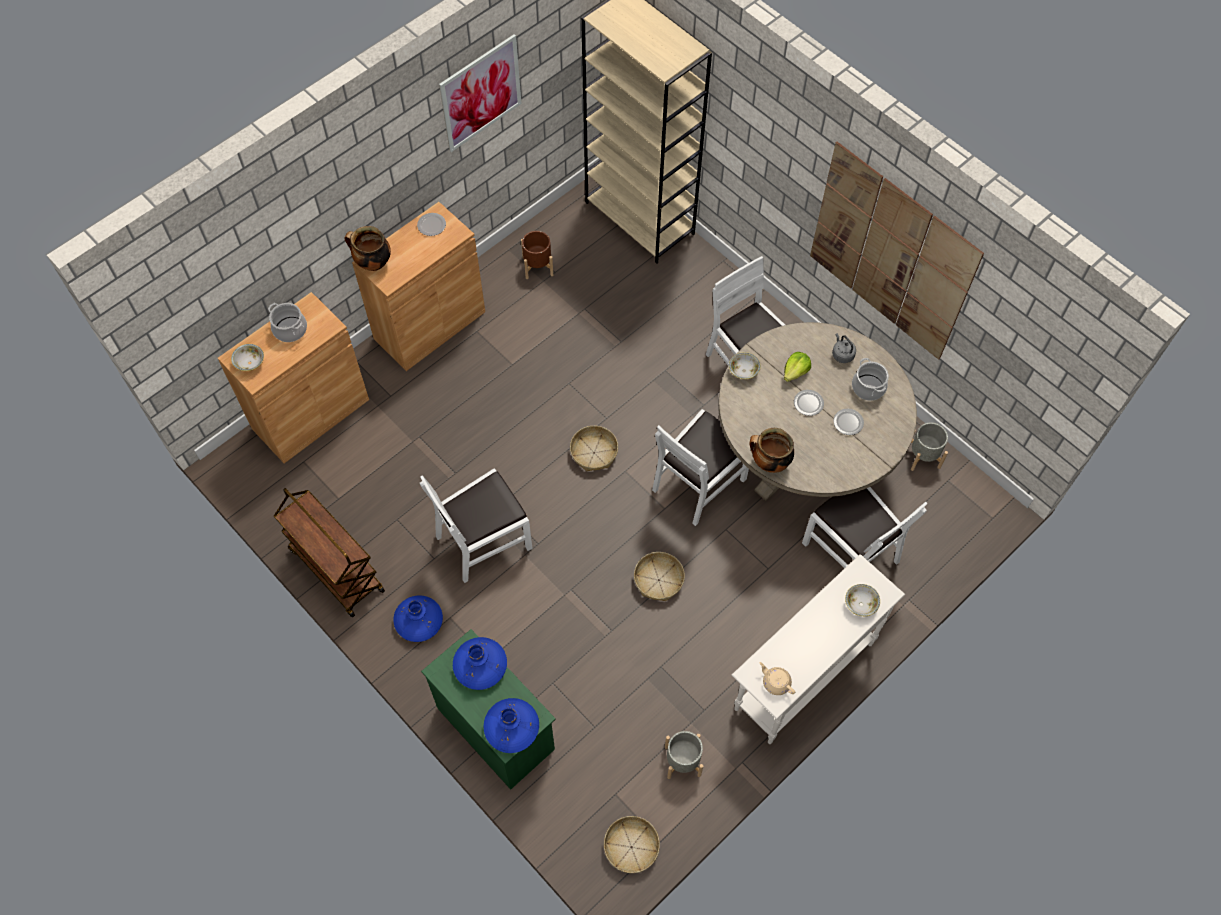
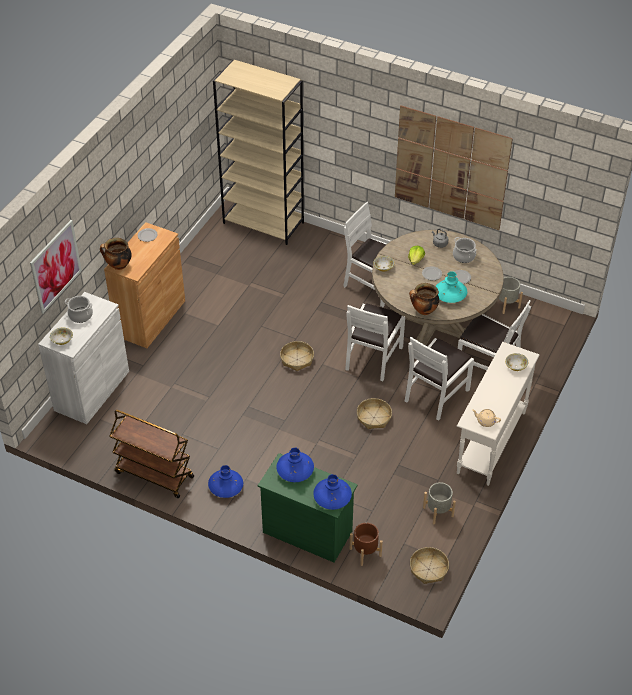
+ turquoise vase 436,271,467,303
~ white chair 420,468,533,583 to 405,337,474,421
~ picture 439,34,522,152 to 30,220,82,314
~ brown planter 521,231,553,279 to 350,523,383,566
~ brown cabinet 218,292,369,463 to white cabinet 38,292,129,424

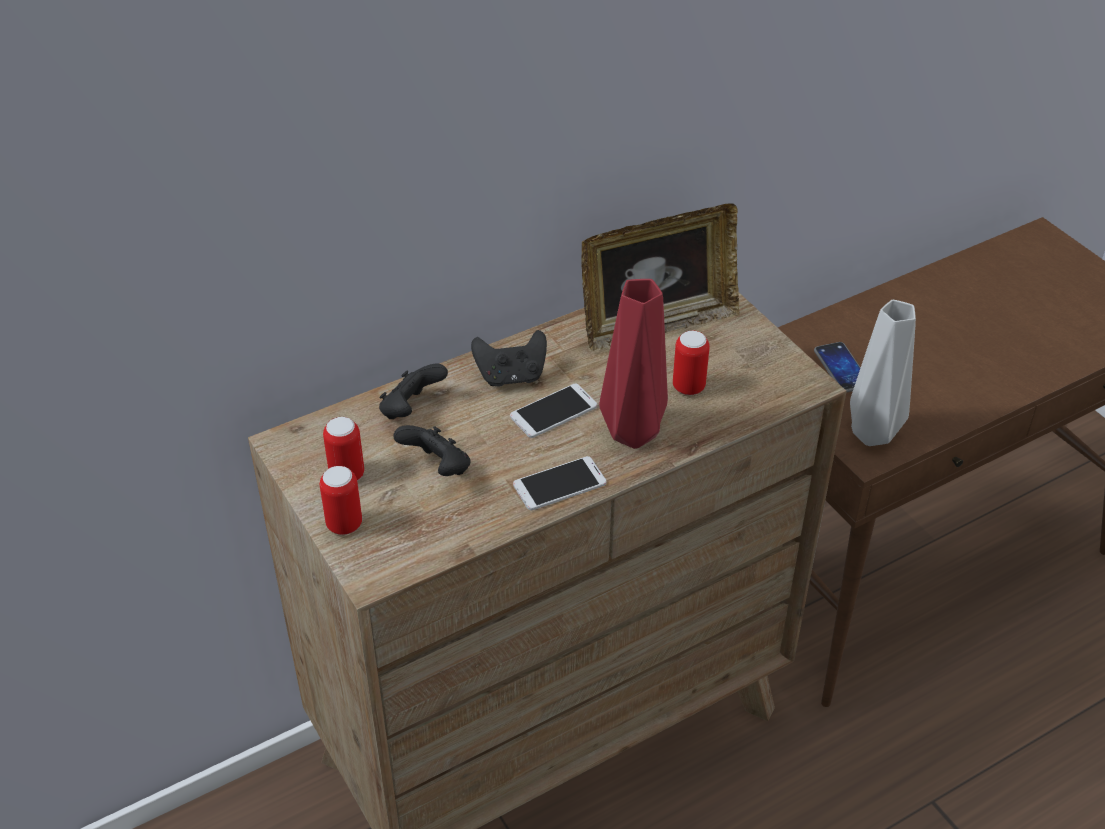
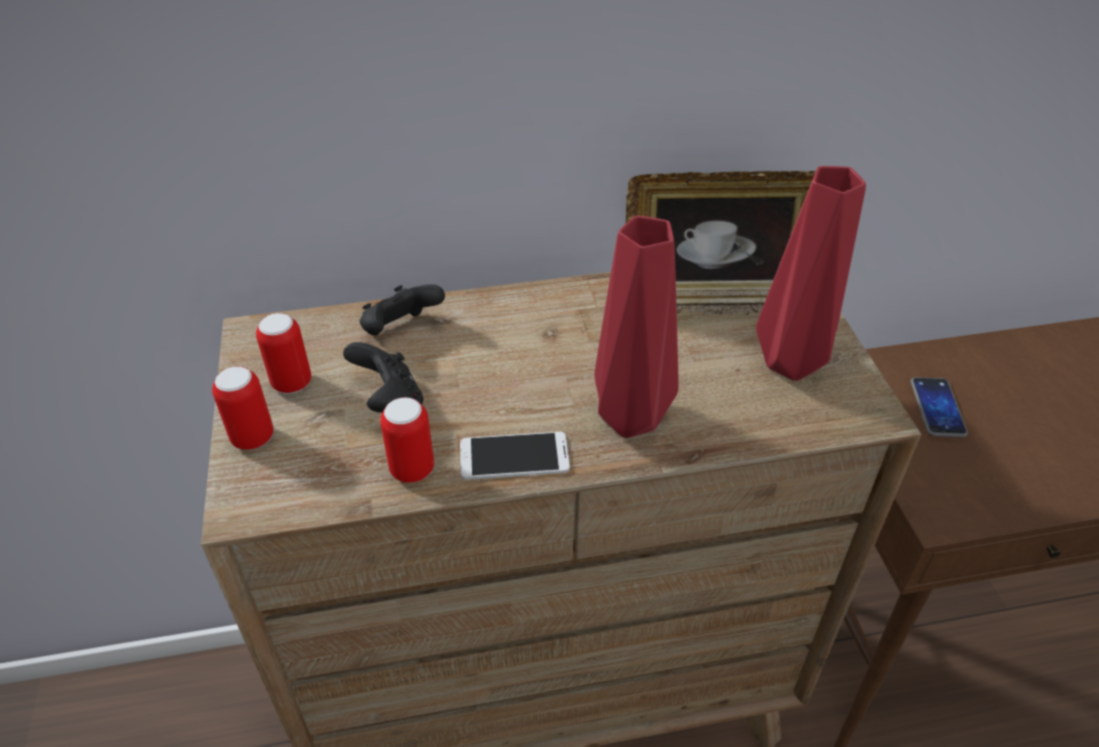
- black game controller 471,330,547,387
- phone 510,384,597,438
- grey vase 850,300,916,446
+ red vase 756,166,866,381
~ can 673,330,710,395 to 380,397,434,483

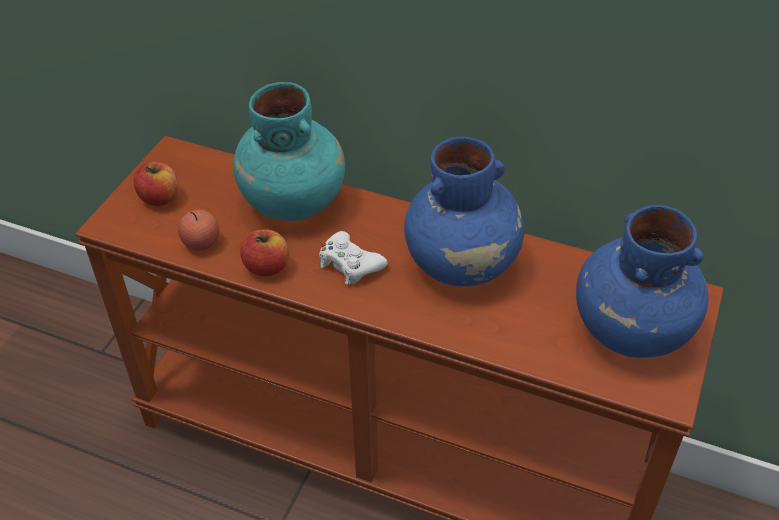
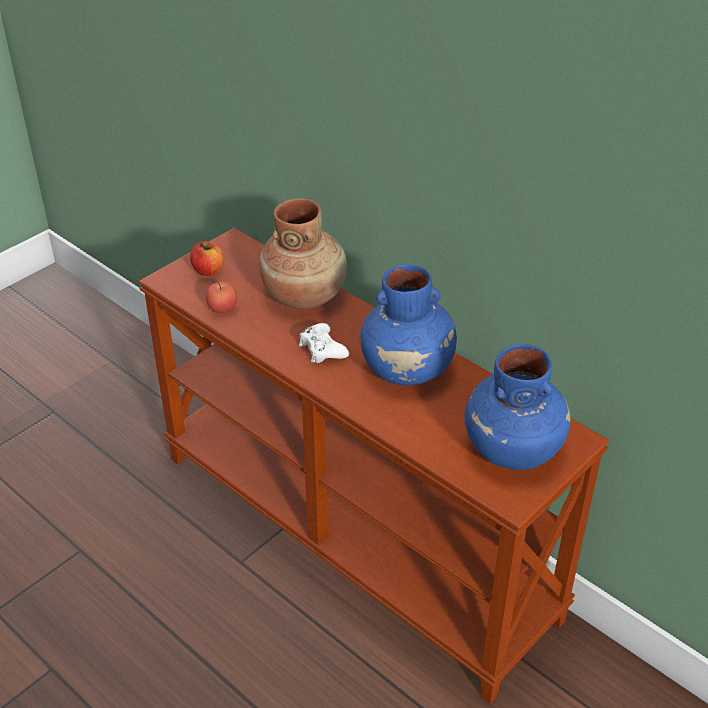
- apple 240,229,289,276
~ turquoise vase 233,82,345,221 to brown vase 259,198,347,309

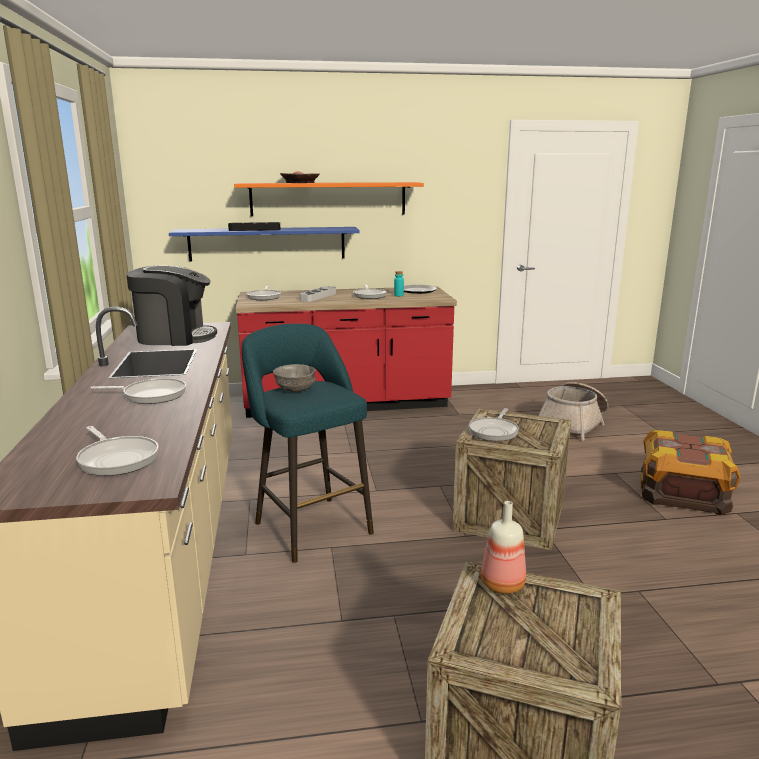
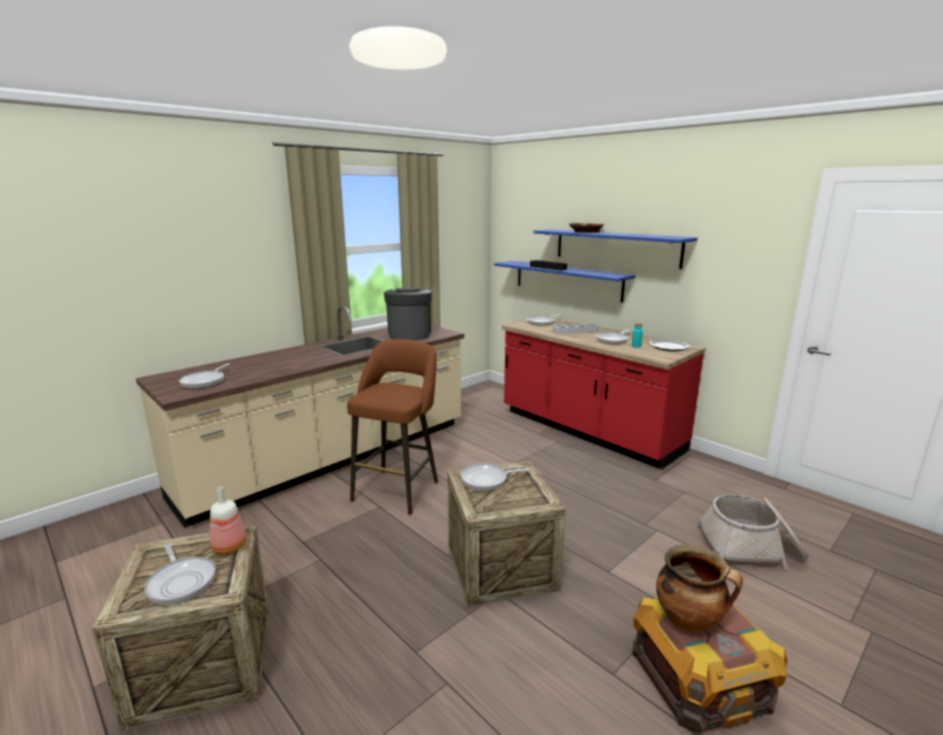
- grey bowl 273,364,316,392
+ cooking pot 656,545,743,633
~ frying pan 90,378,186,404 to 144,543,216,605
~ orange shelf 234,182,424,216 to blue shelf 533,229,698,269
~ turquoise stool 242,324,374,563 to brown stool 347,339,438,515
~ coffee machine 126,265,217,346 = 384,288,432,341 150 degrees counterclockwise

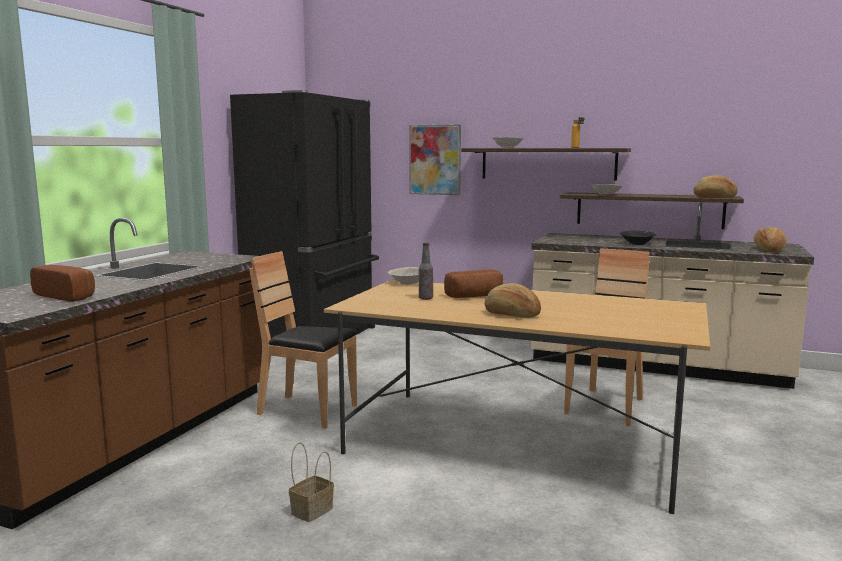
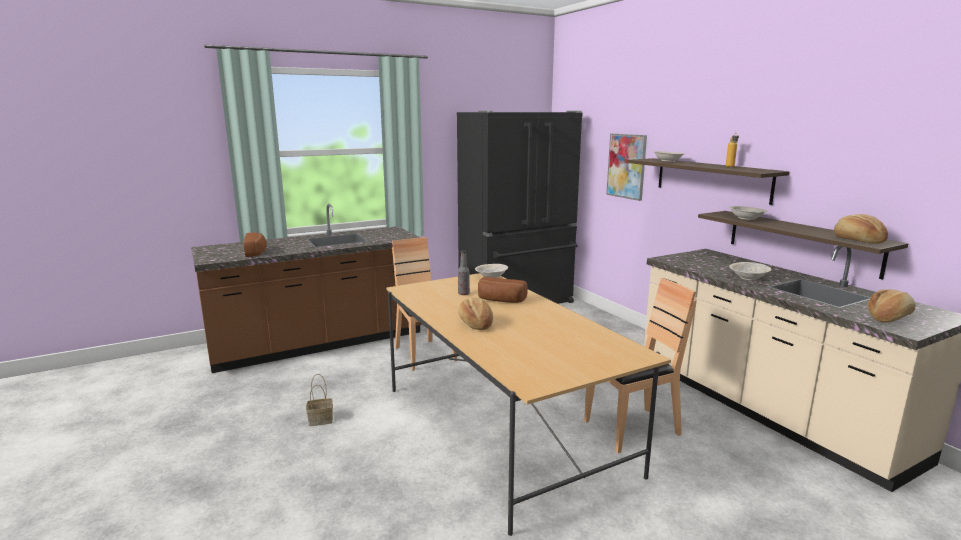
~ black bowl 619,231,657,245 to beige bowl 729,262,772,280

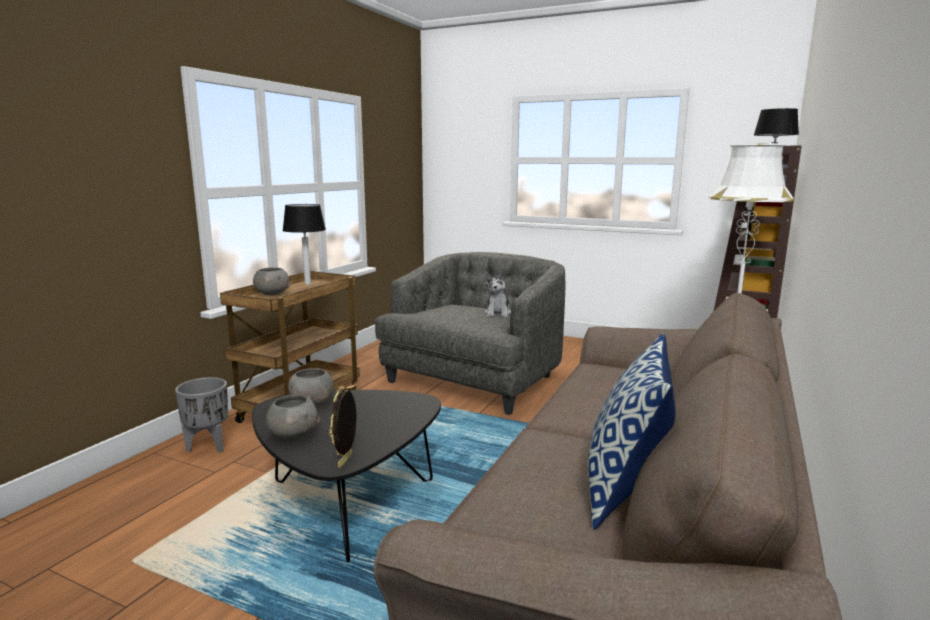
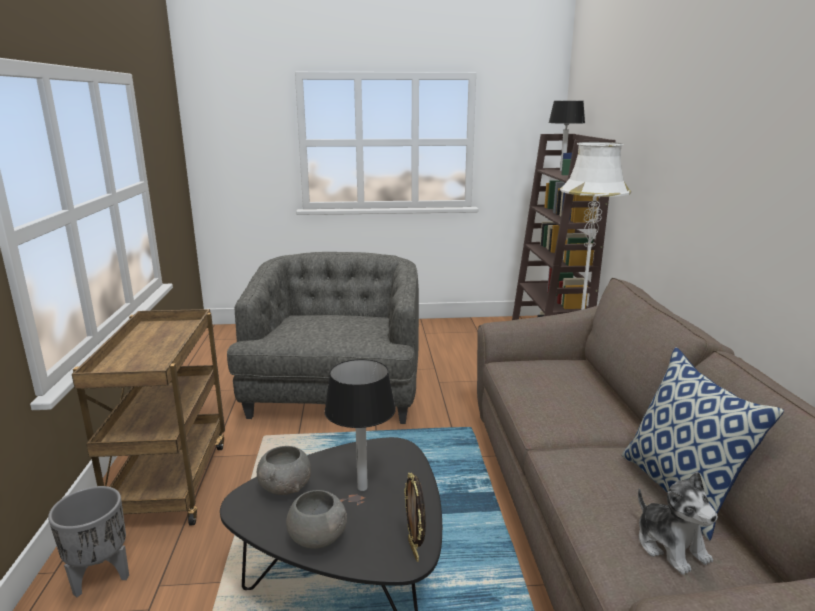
- grey bowl 253,267,291,295
~ table lamp 282,204,326,285 to 324,359,396,491
~ plush toy 484,271,511,318 to 638,471,718,575

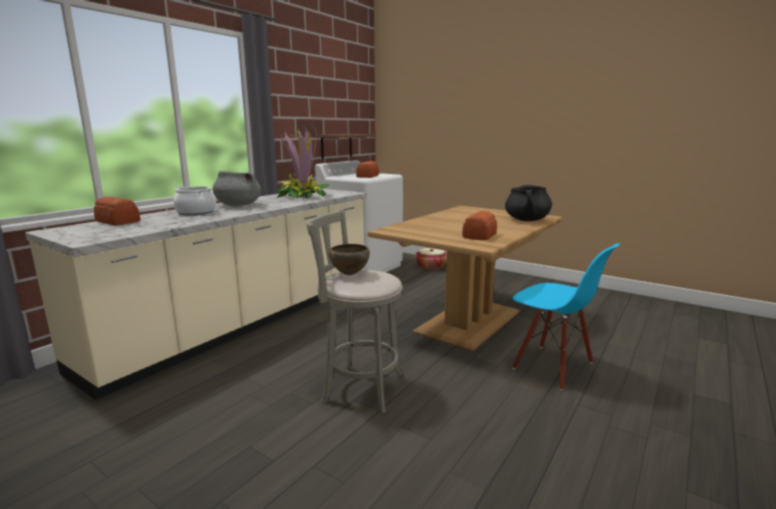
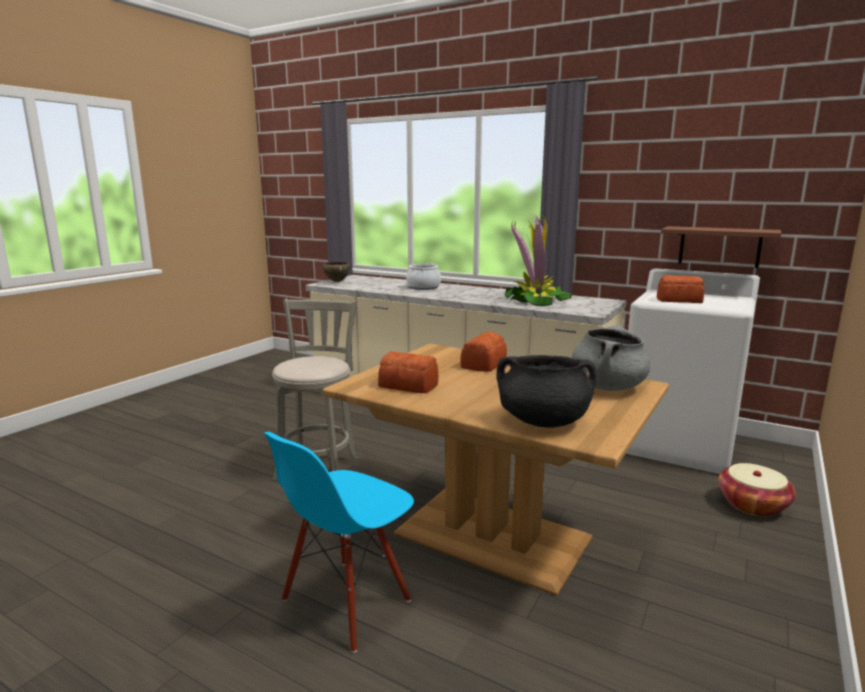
~ bread 94,197,141,225 to 460,332,507,372
~ grey cooking pot 213,171,261,206 to 572,325,650,391
~ brown bowl 329,244,370,275 to 323,262,350,282

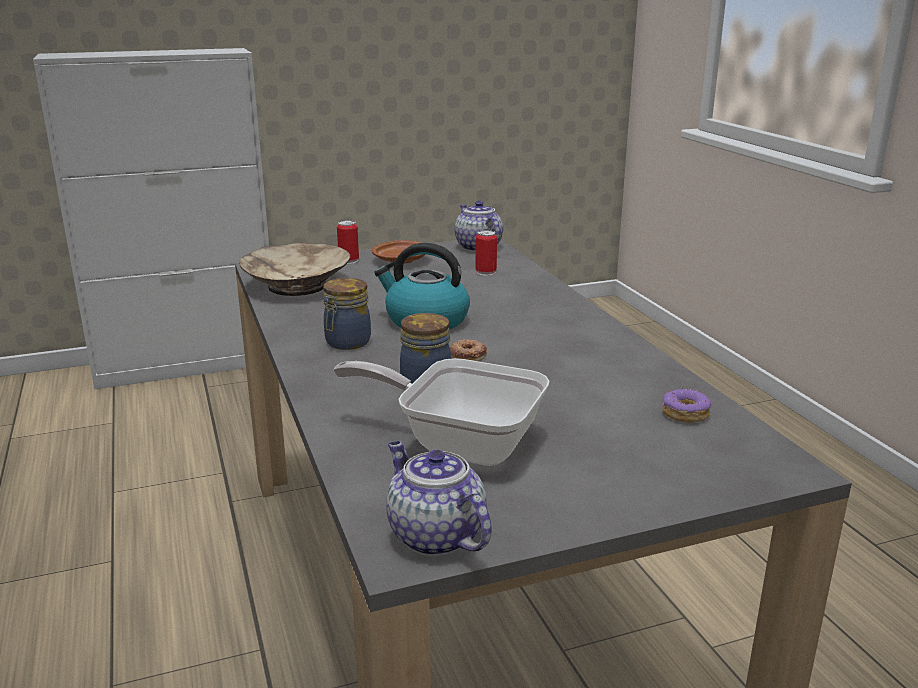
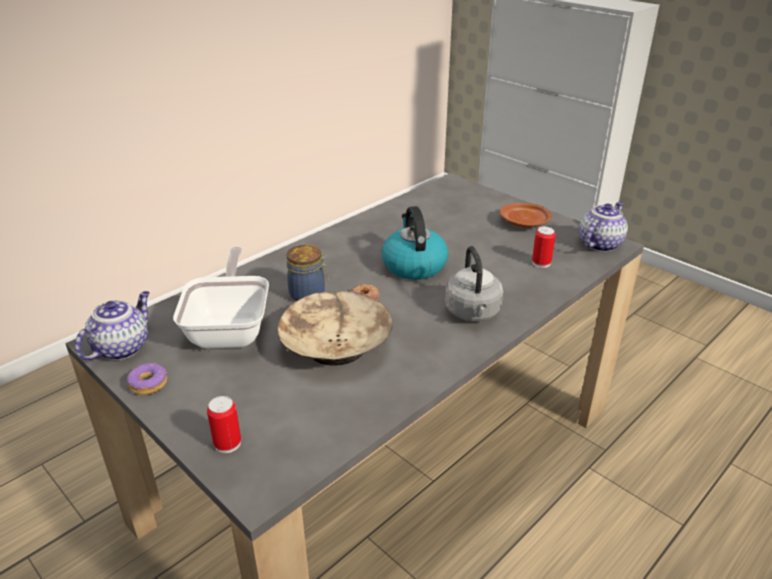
- jar 323,278,371,350
+ grey kettle 445,246,503,321
~ beige bowl 239,243,350,296 to 278,291,393,366
~ can 337,220,359,264 to 207,396,241,453
~ donut 662,387,712,423 to 127,363,167,395

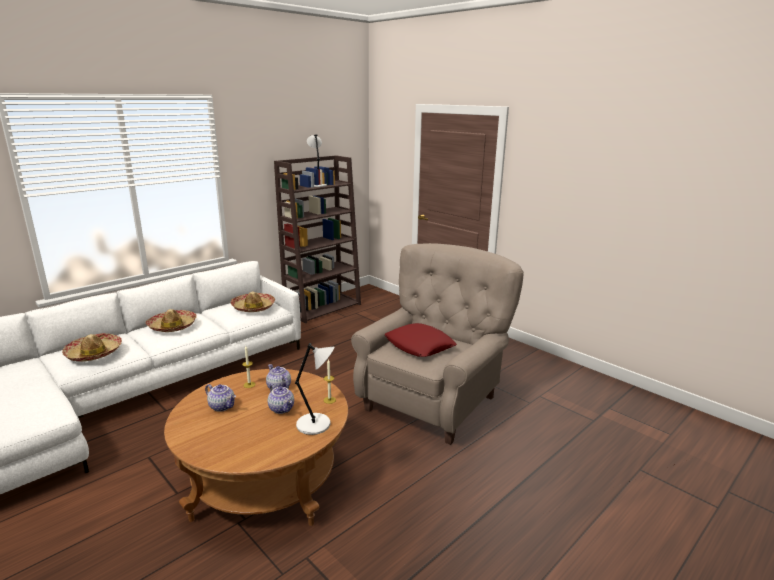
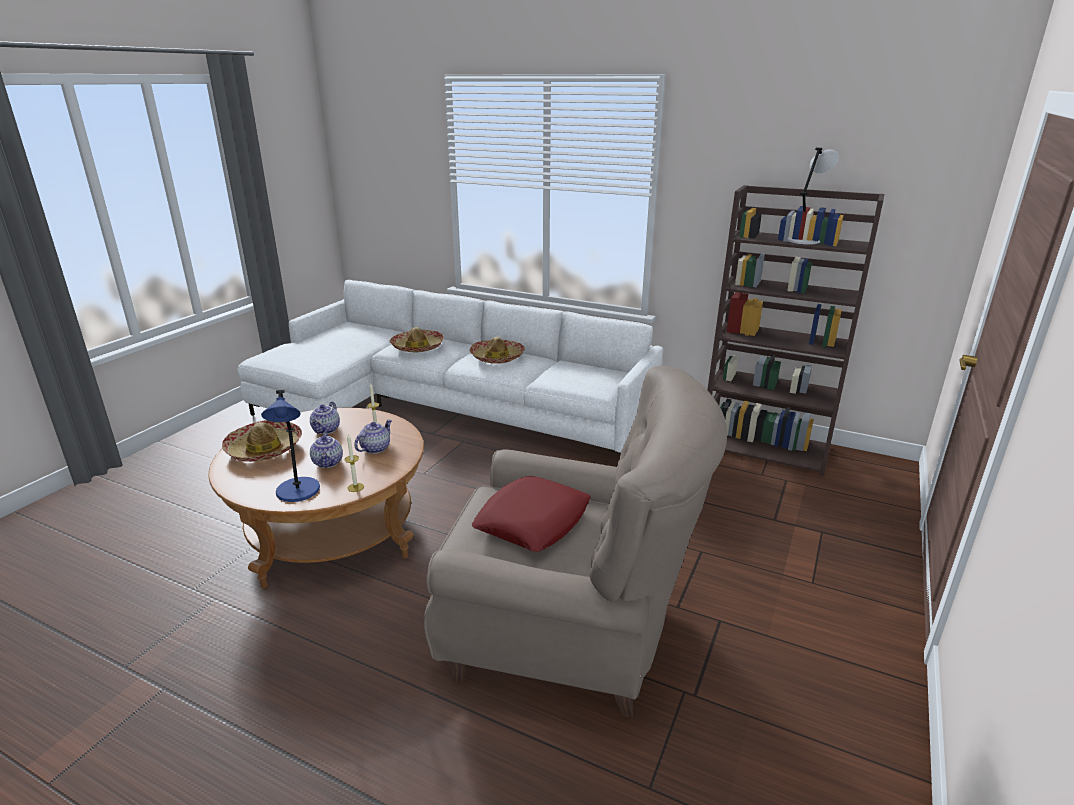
~ hat 230,292,275,312 to 222,420,302,462
~ grey table lamp 295,343,334,435 to blue table lamp 261,390,320,502
~ teapot 268,384,294,414 = 310,432,343,468 45 degrees counterclockwise

